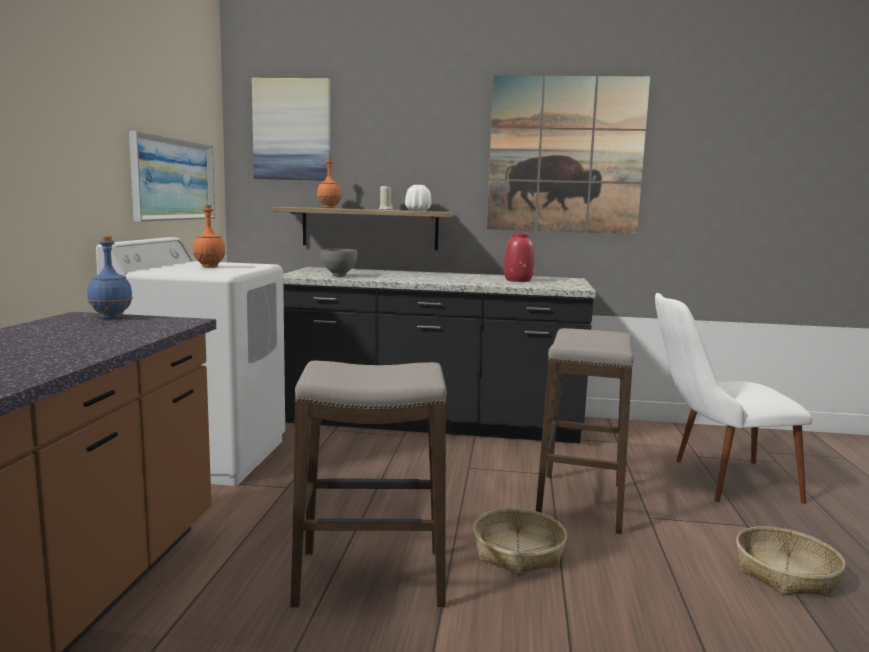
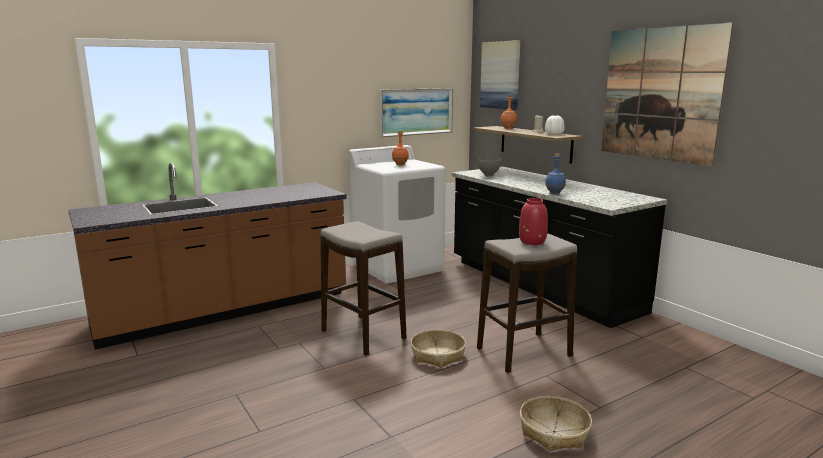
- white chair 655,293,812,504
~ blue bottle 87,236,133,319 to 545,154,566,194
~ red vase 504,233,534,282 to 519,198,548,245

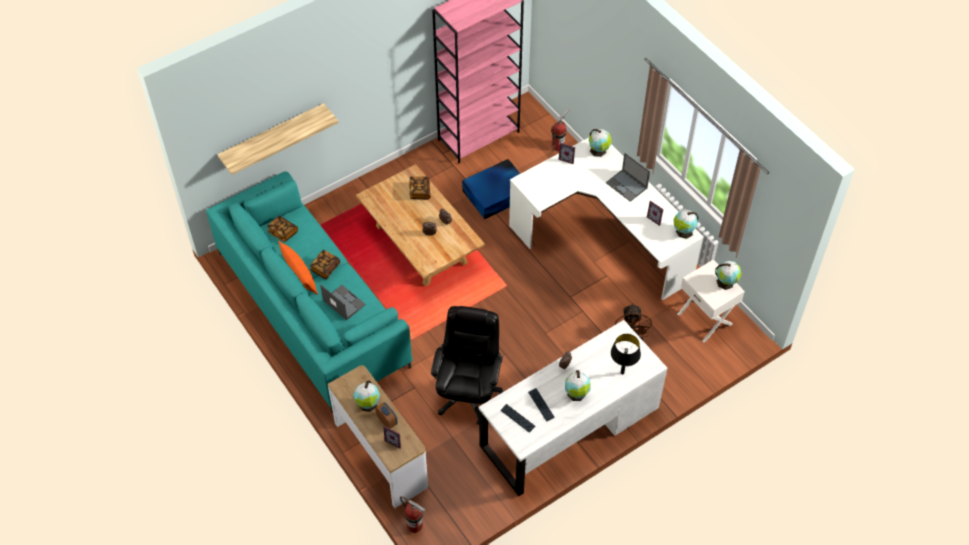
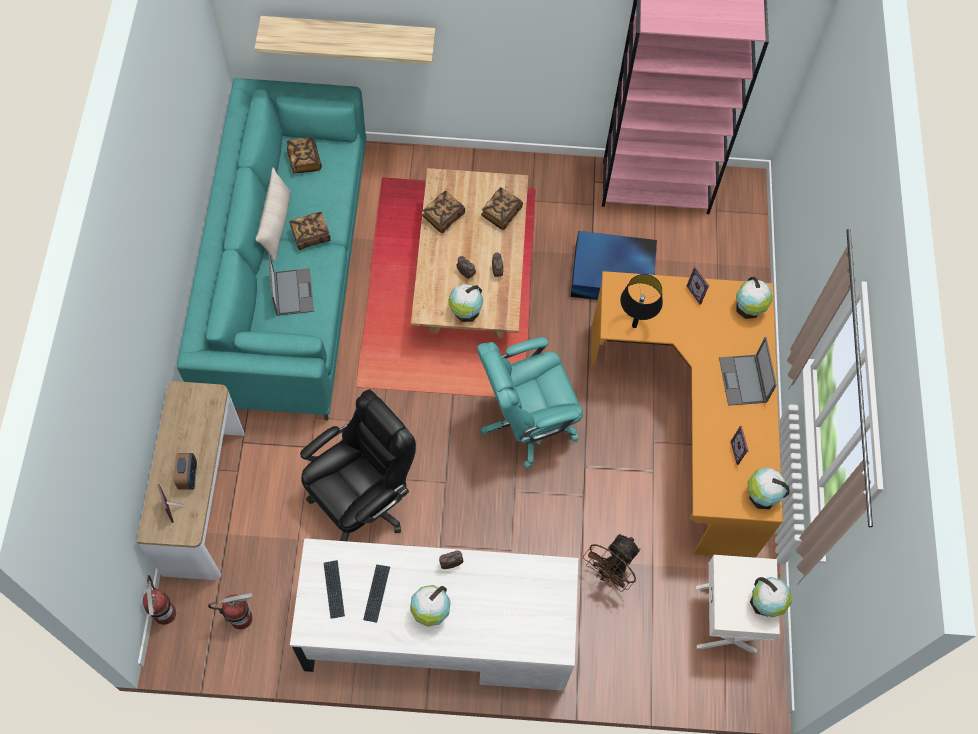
+ book 422,191,465,233
+ turquoise office chair 477,337,583,469
~ globe 353,380,380,412 to 448,284,483,322
~ fire extinguisher 551,109,569,151 to 208,593,252,629
~ black table lamp 611,334,641,374 to 620,274,663,328
~ orange pillow 278,241,318,295 to beige pillow 256,167,291,262
~ white desk 509,138,704,300 to orange desk 590,271,783,558

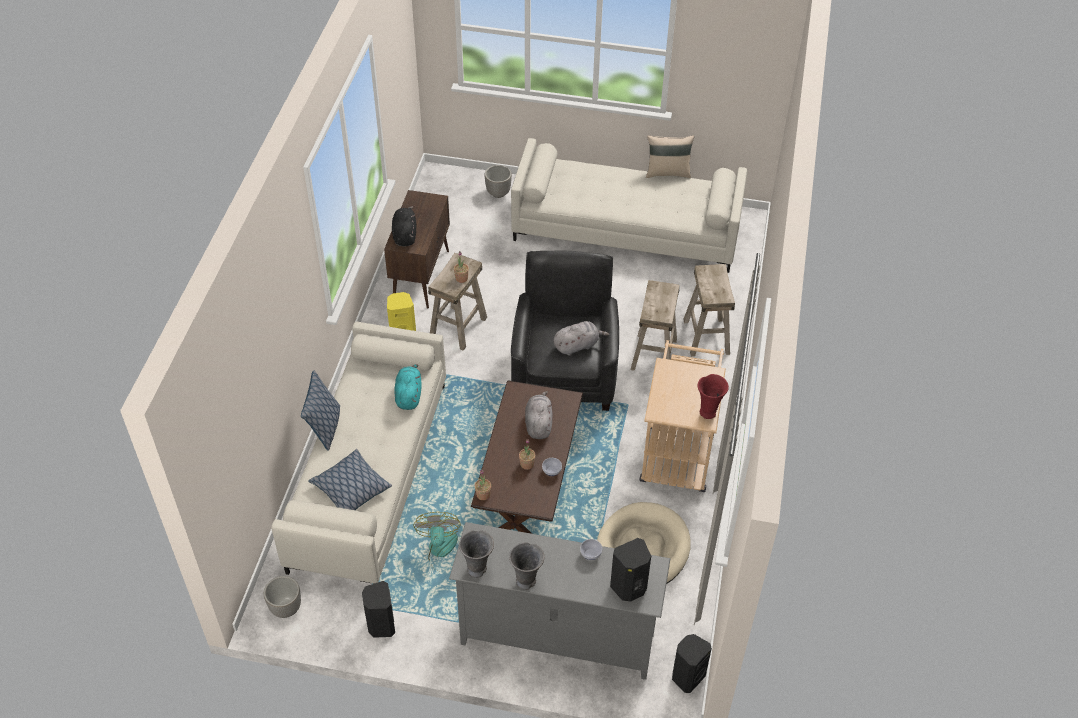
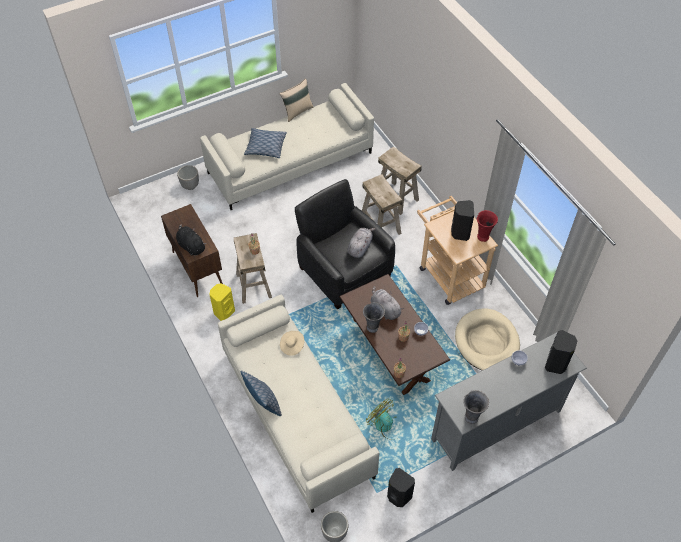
~ pillow 308,449,392,510 to 244,128,287,158
~ grey vase 509,542,544,590 to 363,302,385,333
~ black speaker 672,634,712,693 to 451,200,474,241
~ turquoise plush toy 394,364,422,410 to beige hat 280,331,304,356

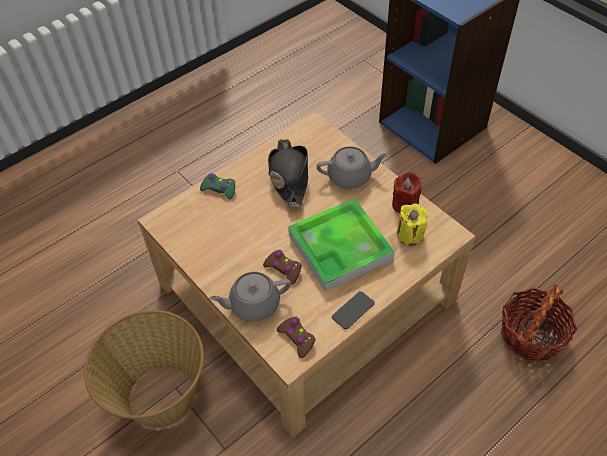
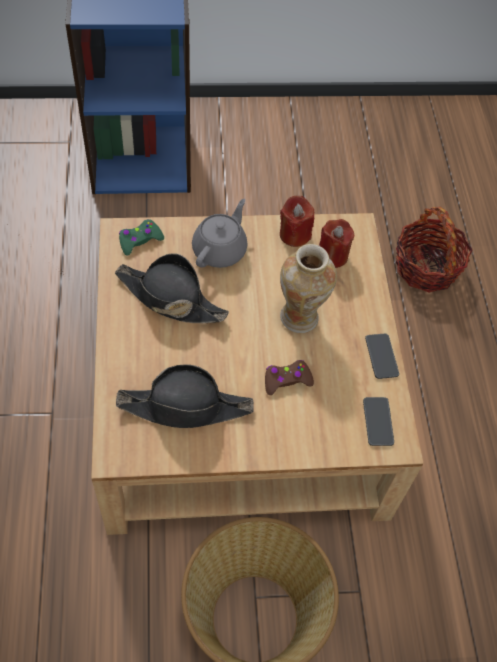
- grey teapot 209,272,291,322
+ black hat 116,364,254,428
~ green game controller 200,173,235,200 to 119,219,164,255
~ brown game controller 277,316,316,358 to phone 363,397,394,446
~ tray 288,198,395,292 to vase 280,244,337,333
~ yellow candle 397,204,427,245 to red candle 319,219,355,268

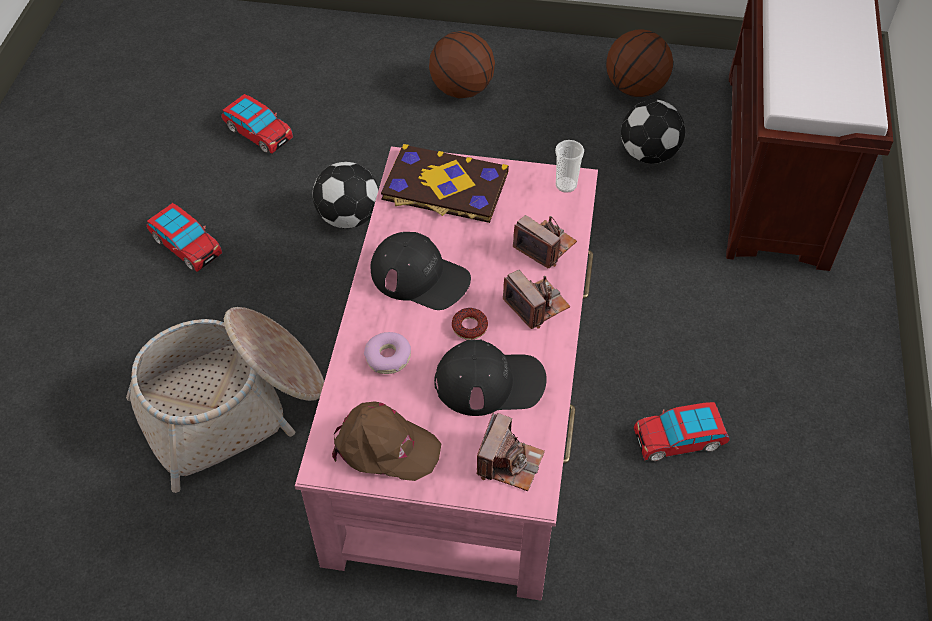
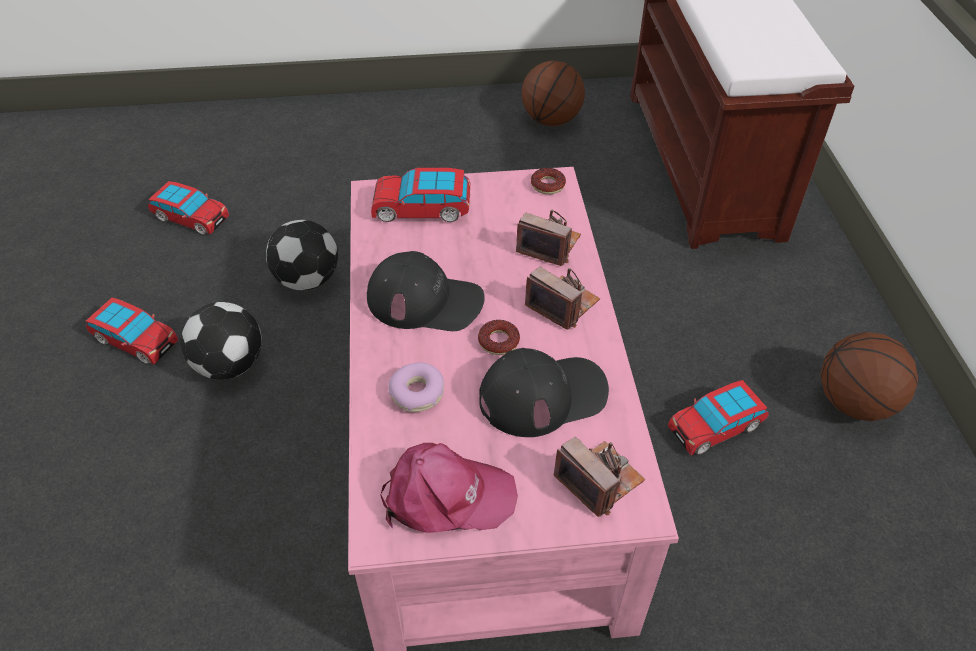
- basket 126,307,324,493
~ basketball 429,31,495,99 to 820,332,918,421
~ football 621,100,685,164 to 180,302,262,380
~ book 381,144,509,223 to toy car 371,168,470,222
~ cup 555,140,584,193 to donut 531,168,566,194
~ brown cap 332,401,441,481 to pink cap 380,443,518,533
~ photo camera 477,412,545,491 = 553,436,645,517 45 degrees counterclockwise

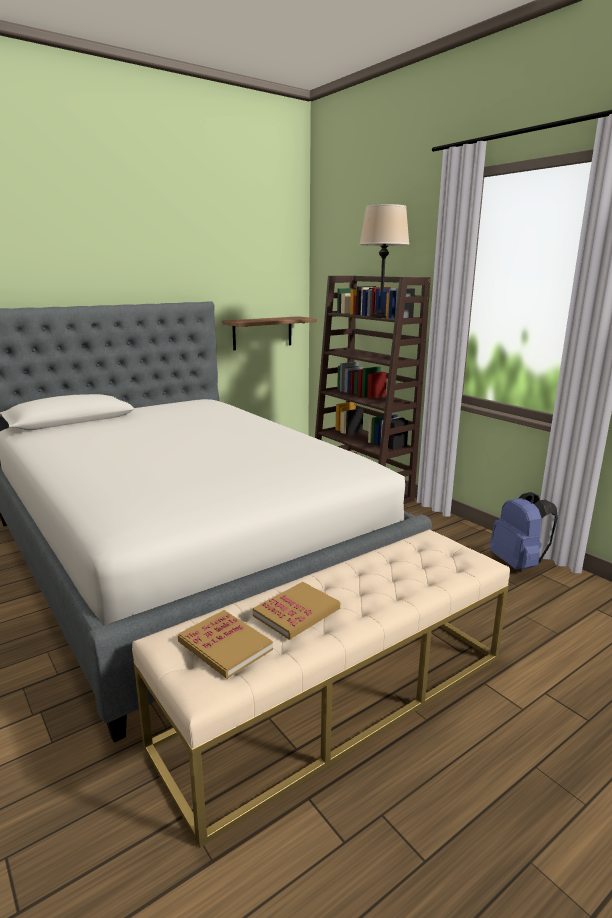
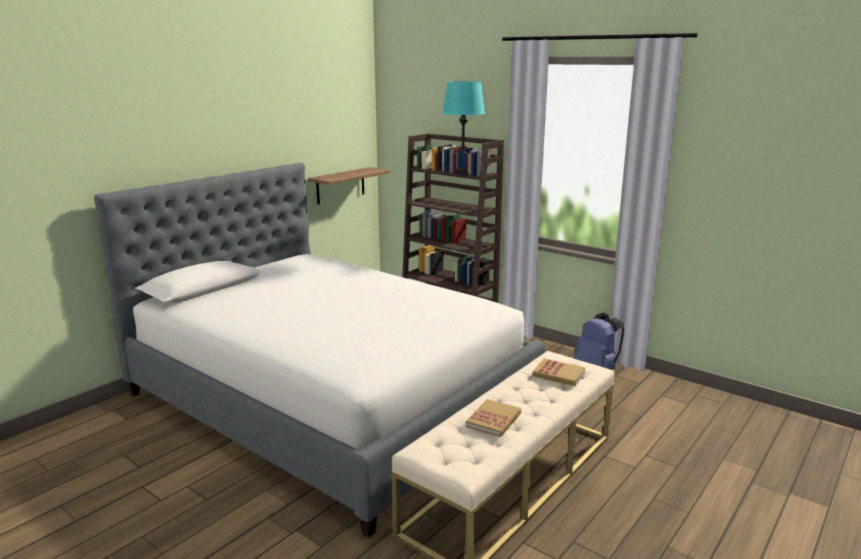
~ book 178,610,273,679 to 532,359,585,386
~ beige table lamp 359,204,410,317 to turquoise table lamp 442,81,485,175

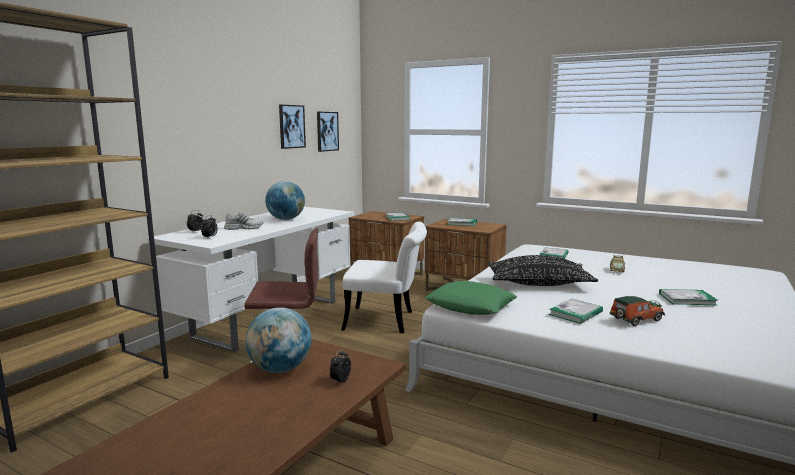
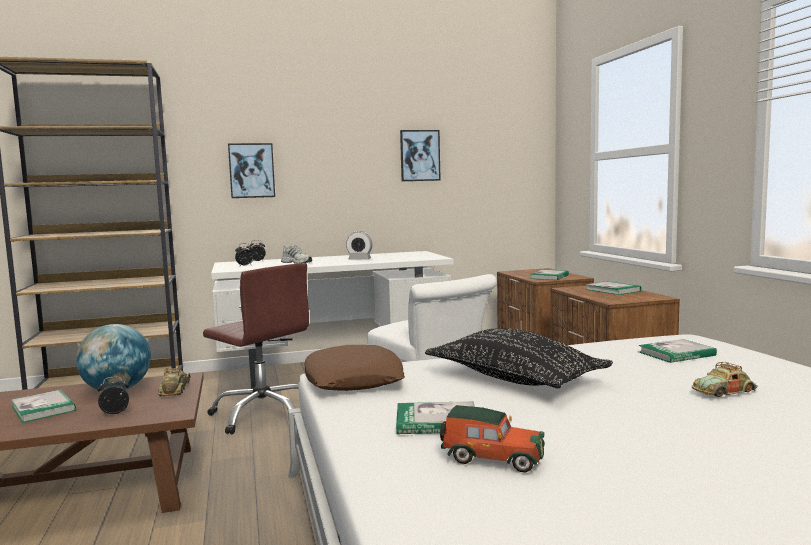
+ toy car 158,367,191,397
~ picture 317,112,339,152 to 228,143,275,198
~ book 659,289,718,306 to 11,389,76,423
~ globe 265,181,305,220 to alarm clock 346,231,373,259
~ green pillow 425,281,517,315 to brown pillow 305,345,404,391

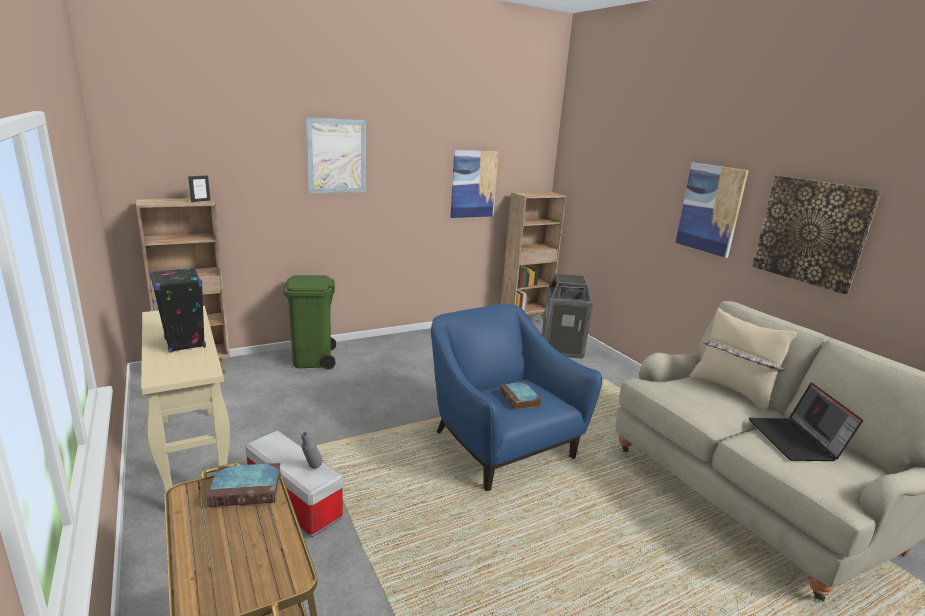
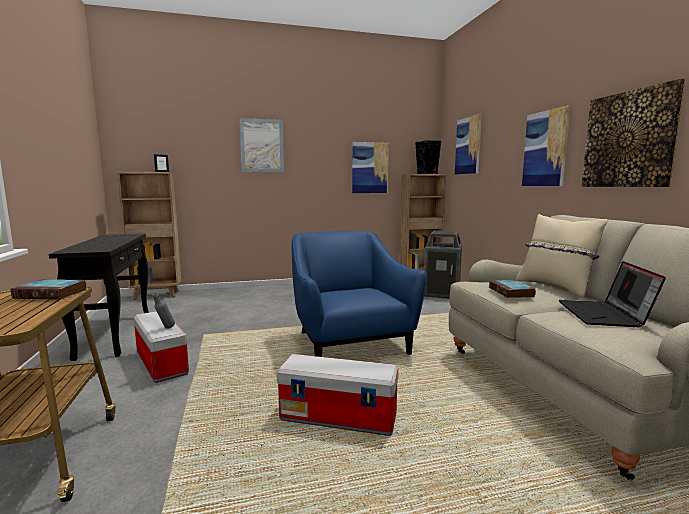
- green trash can 283,275,336,369
+ storage box 276,354,398,436
+ picture 455,114,482,174
~ black speaker 150,267,206,353 to 415,140,441,174
~ book 500,382,541,410 to 489,280,536,298
~ beige console table 141,306,230,492 to black console table 49,233,149,361

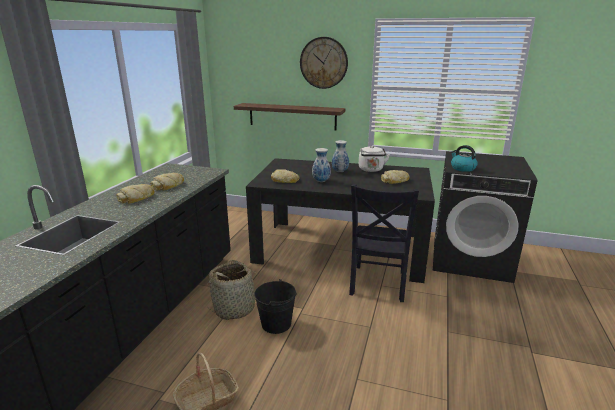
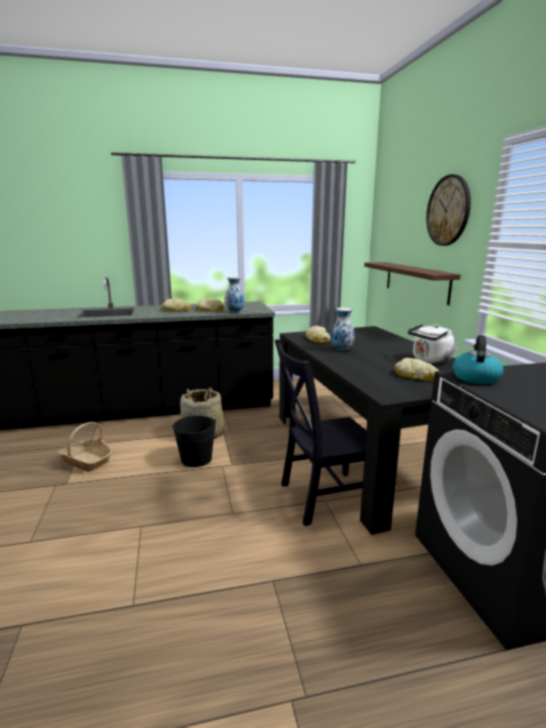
~ vase 332,140,349,172 to 225,276,244,312

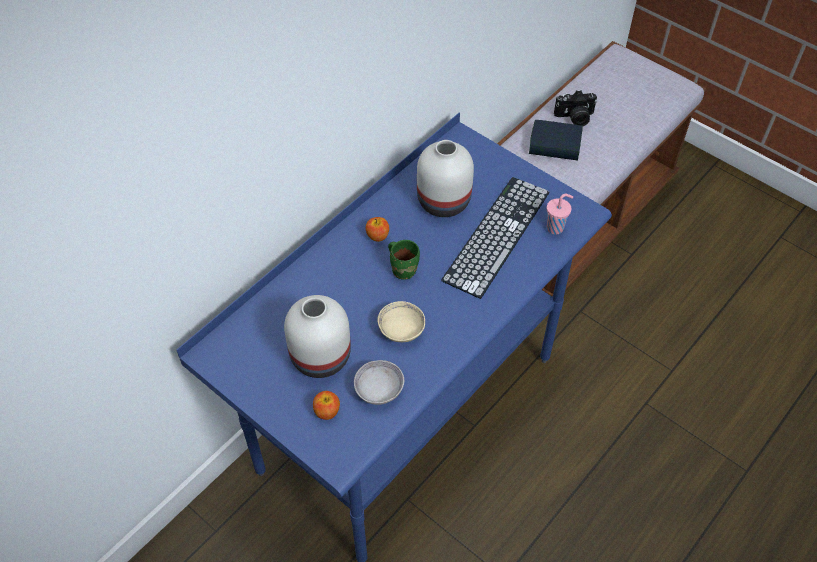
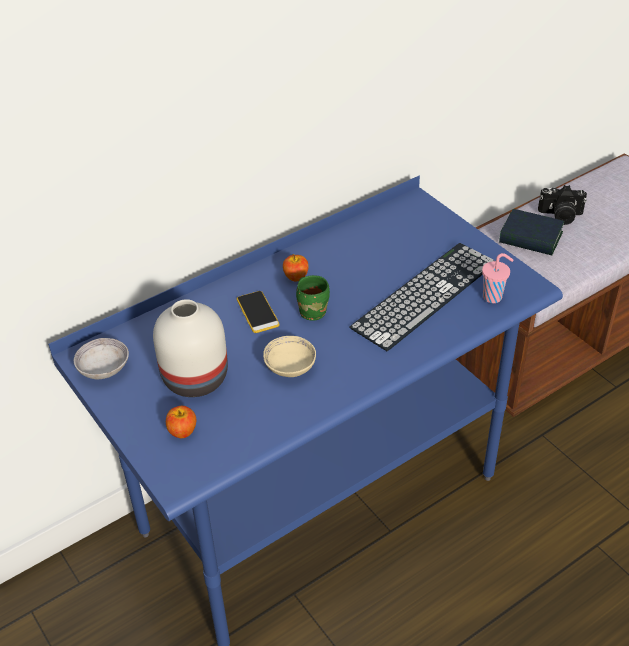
- white vase 417,140,474,217
+ phone 237,291,280,333
~ grey bowl 354,360,404,405 to 74,338,129,379

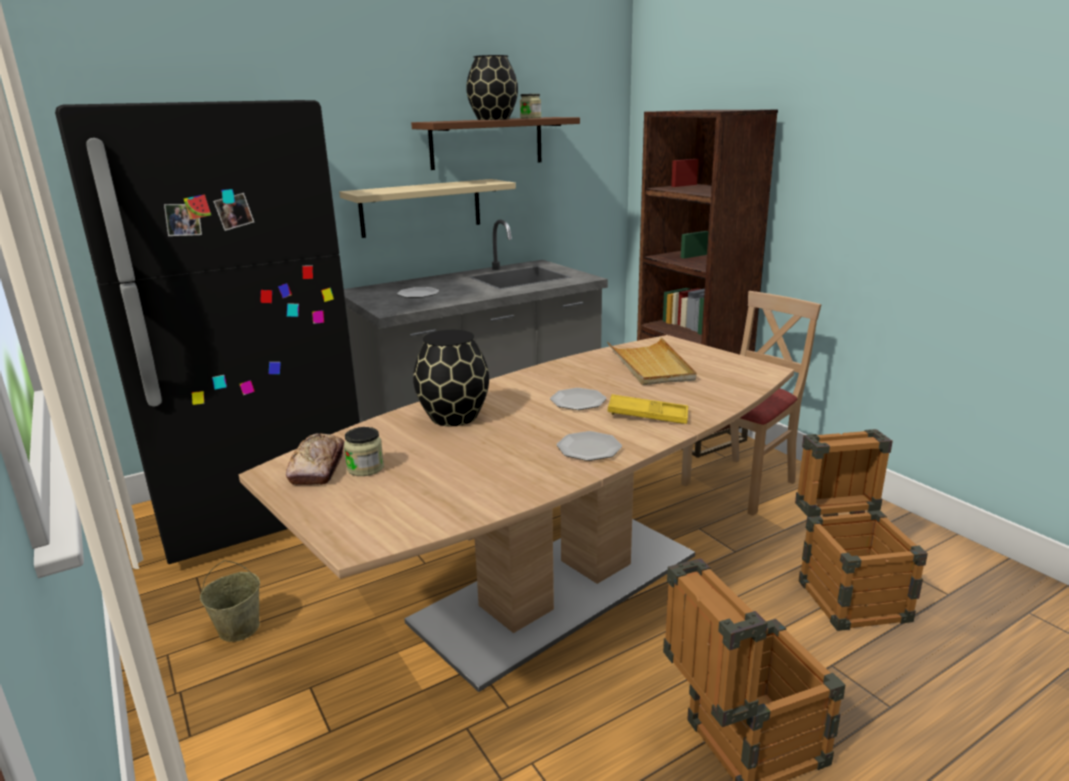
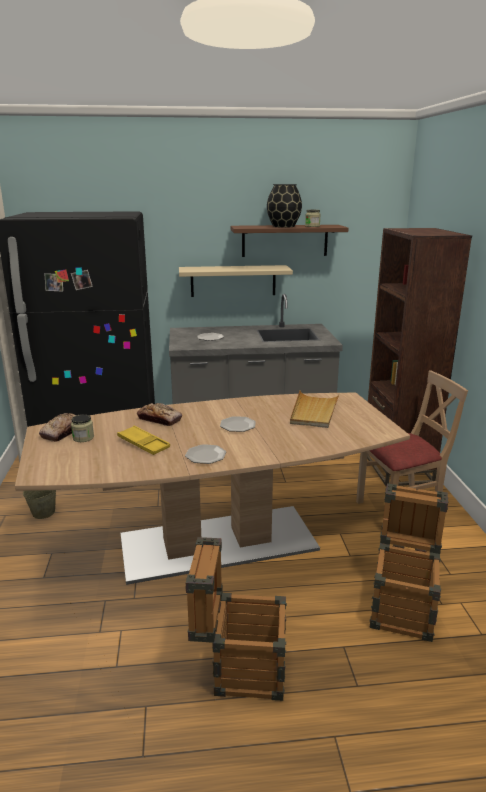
~ yellow tray 608,394,688,424 to 117,426,170,455
~ black vase 413,330,489,426 to bread 137,403,182,426

